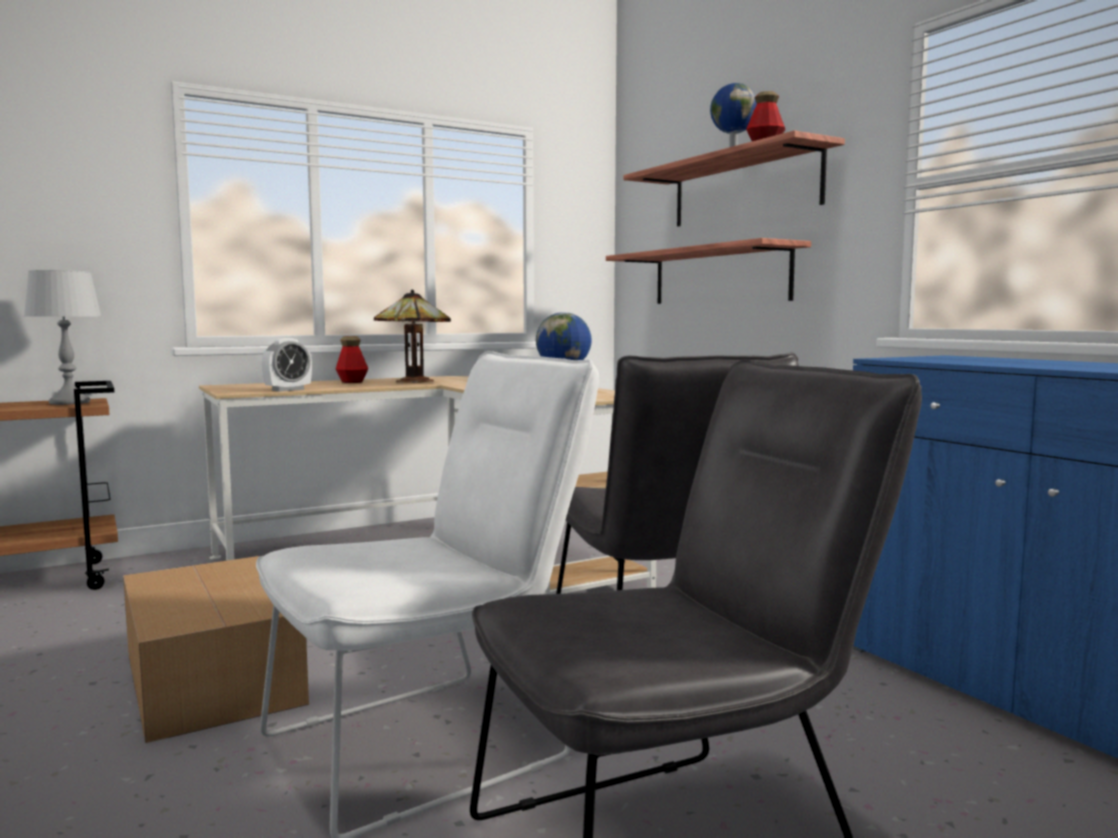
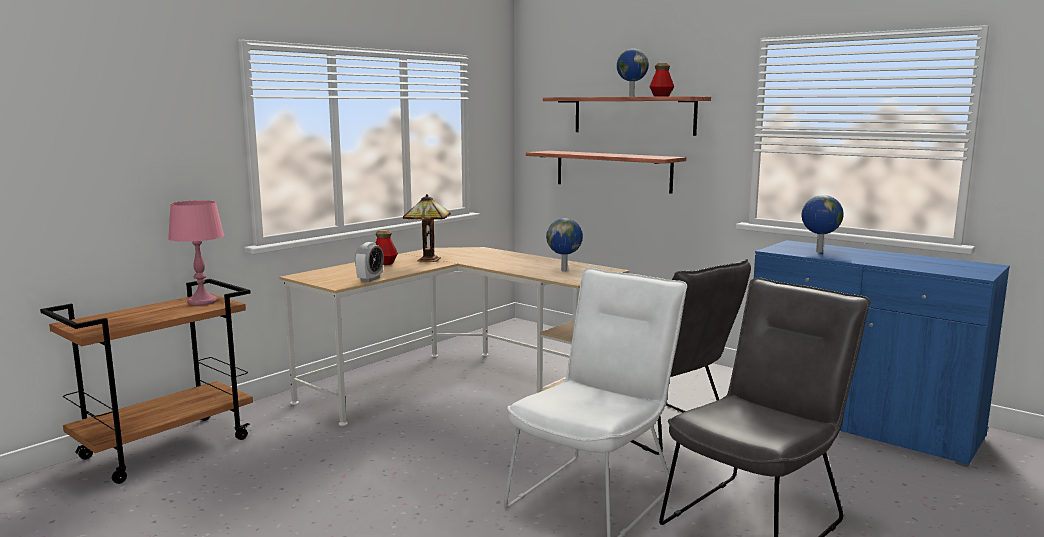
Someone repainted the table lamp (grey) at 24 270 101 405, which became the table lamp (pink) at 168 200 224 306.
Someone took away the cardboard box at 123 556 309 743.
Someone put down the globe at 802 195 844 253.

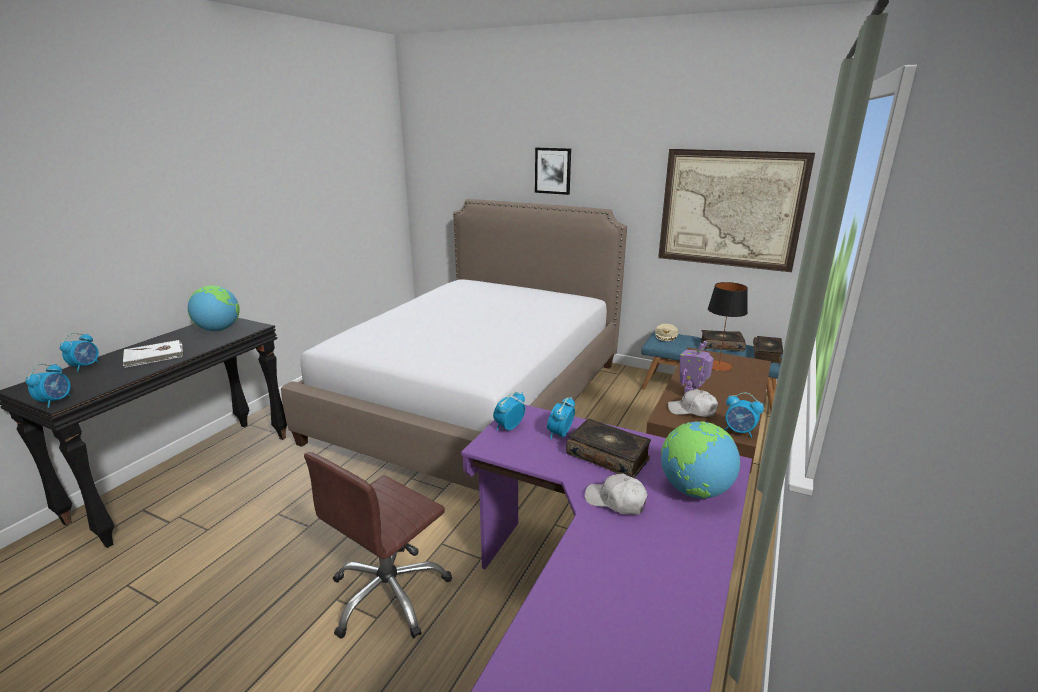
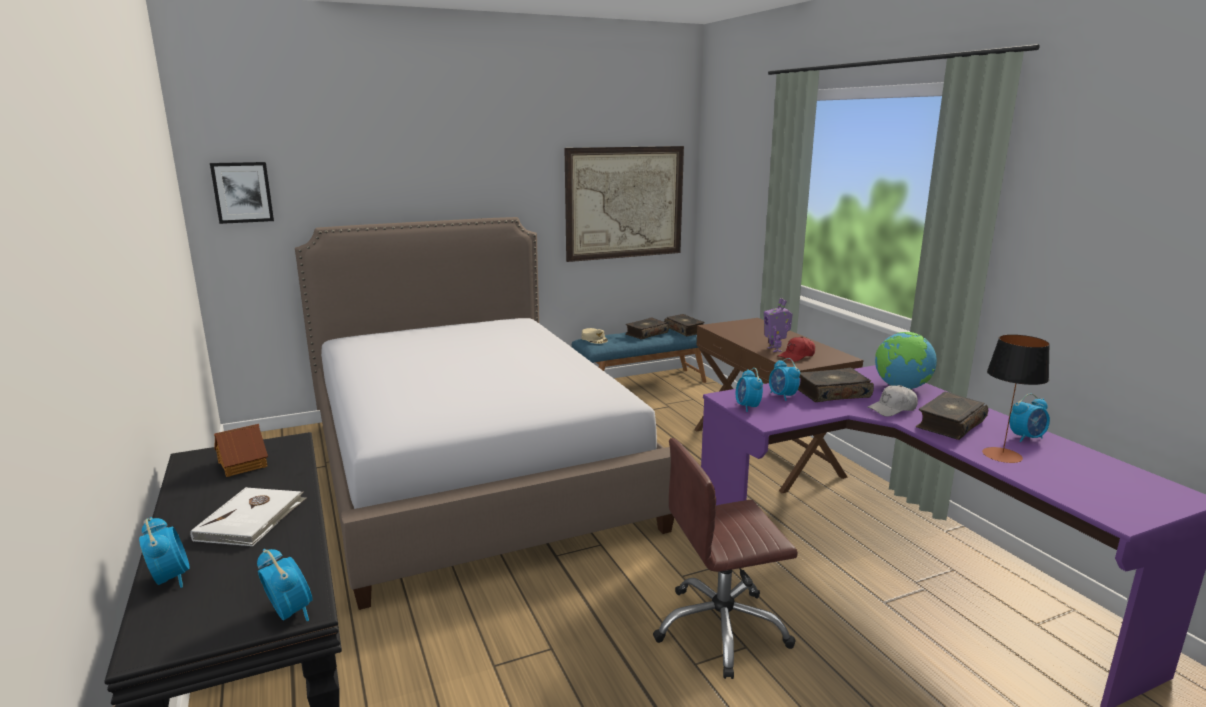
Someone swapped the globe at 188 286 240 331 for the toy house at 214 424 268 477.
Someone rotated the office chair (brown) at 304 452 452 639 by 90 degrees clockwise.
Someone carried the picture from 535 148 571 195 to 210 162 274 224.
Someone repainted the cap (white) at 668 389 718 417, which became the cap (red) at 777 337 815 362.
Someone carried the table lamp from 708 282 748 371 to 982 334 1050 463.
Someone carried the alarm clock from 724 393 764 438 to 1009 394 1050 442.
Someone put down the book at 916 392 988 440.

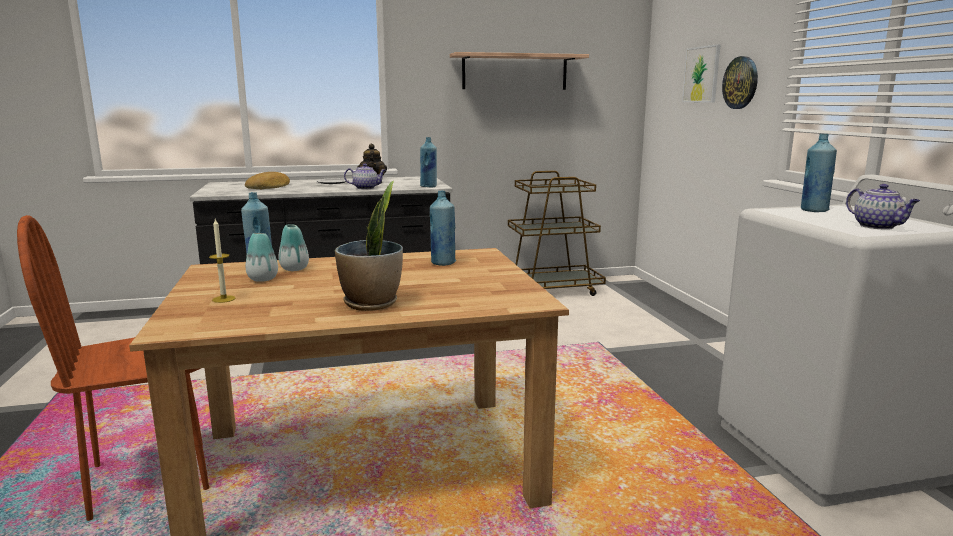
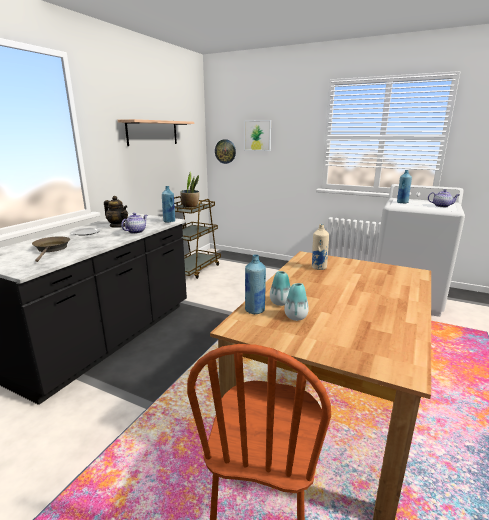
Someone took away the candle at 209 219 236 303.
Someone swapped the bread at 245 172 290 189 for the frying pan (brown) at 32 236 70 262.
Someone carried the potted plant from 335 181 403 311 to 180 172 200 209.
Someone repainted the bottle (blue) at 430 191 456 266, which became the bottle (beige) at 312 224 329 270.
Someone carried the wall clock from 722 56 758 109 to 215 139 236 164.

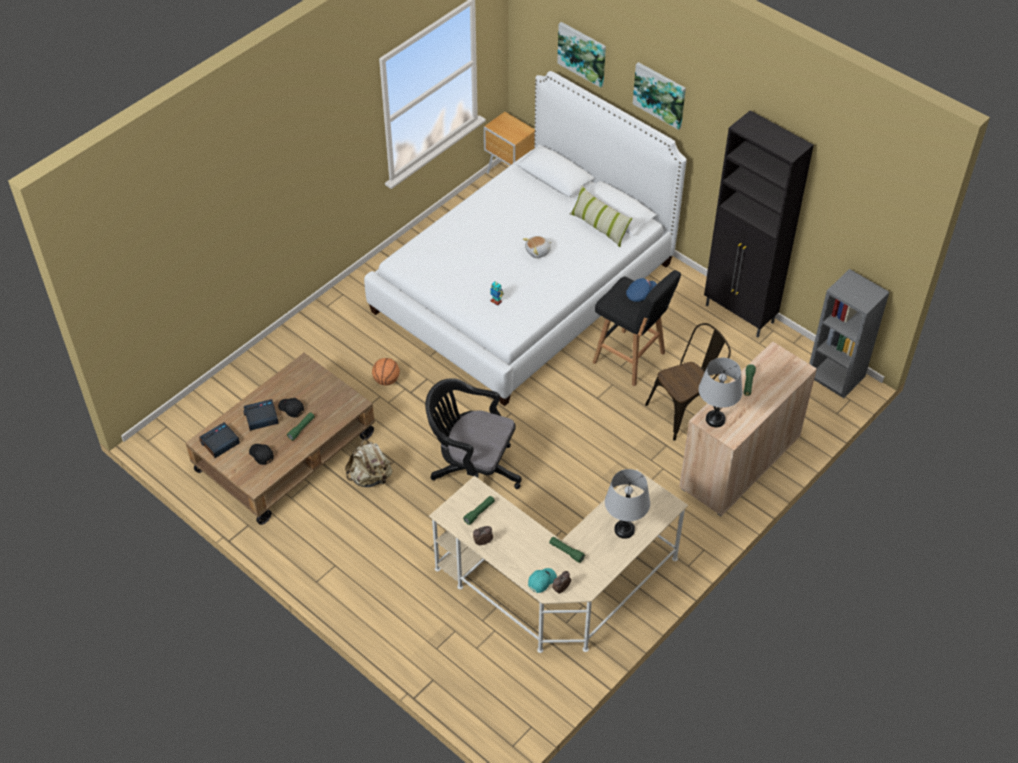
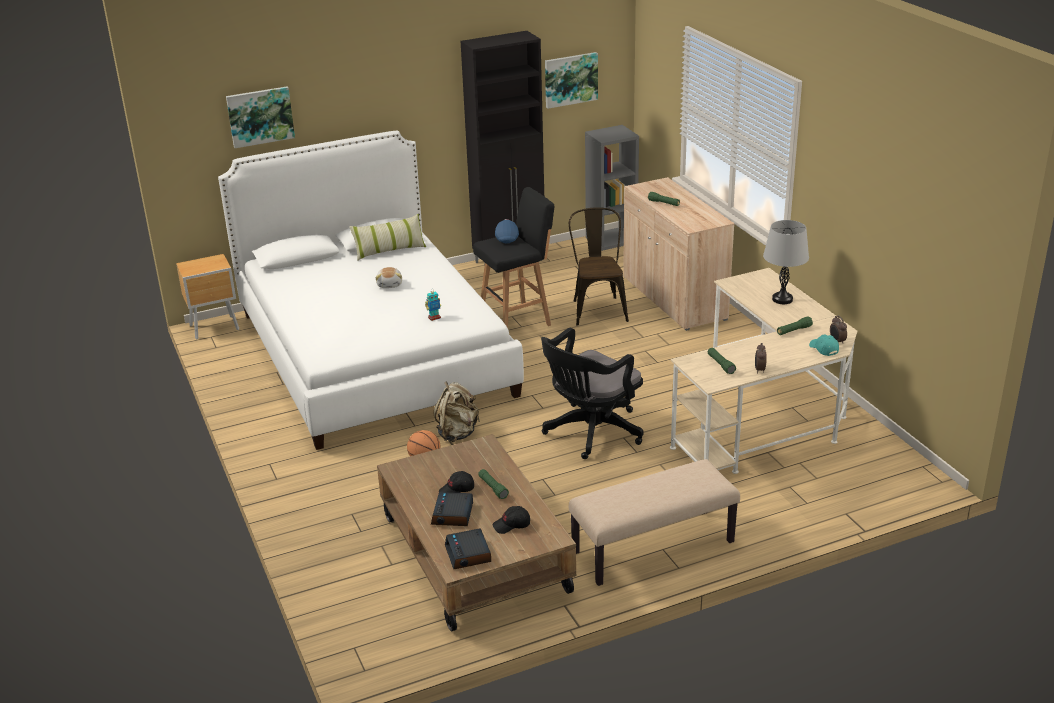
Someone carried the backpack (beige) from 345 438 393 487 to 433 381 480 442.
Someone carried the picture from 633 62 686 130 to 545 52 598 109.
Someone took away the table lamp (grey) at 699 358 742 427.
Someone put down the bench (beige) at 569 459 740 586.

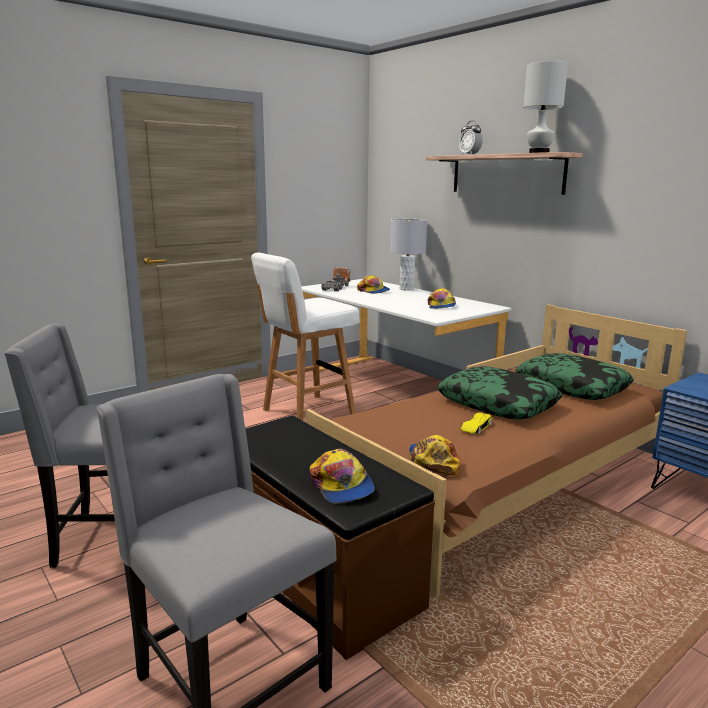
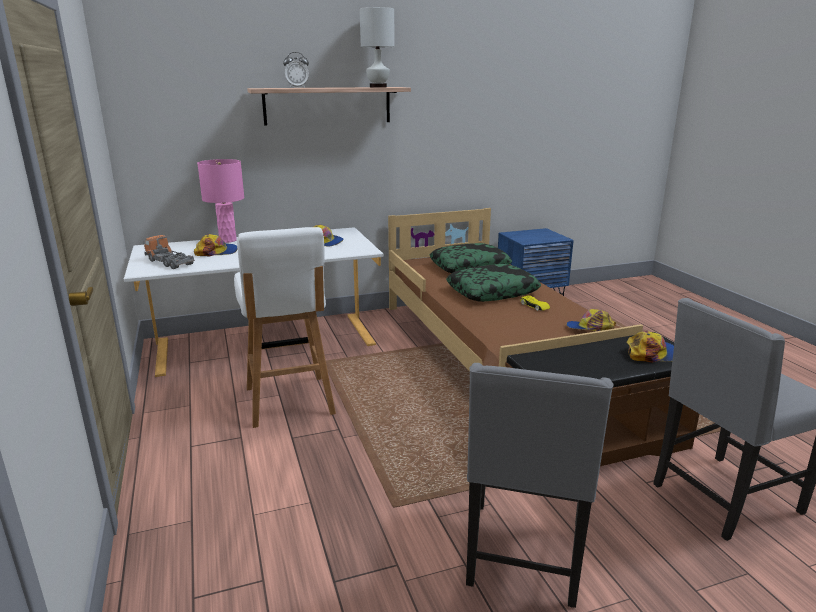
Someone repainted the table lamp (grey) at 390 219 427 291, which became the table lamp (pink) at 197 159 244 243.

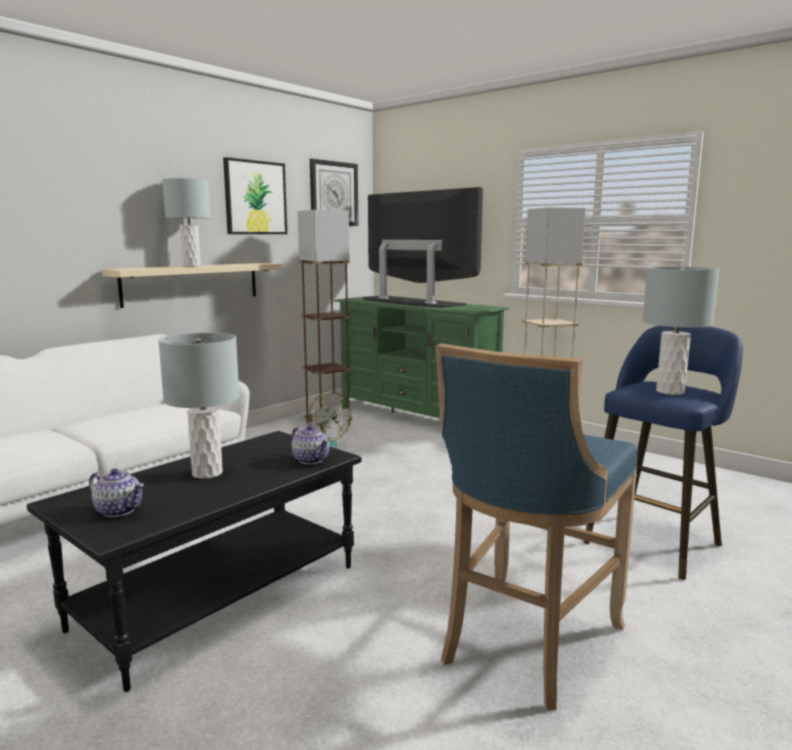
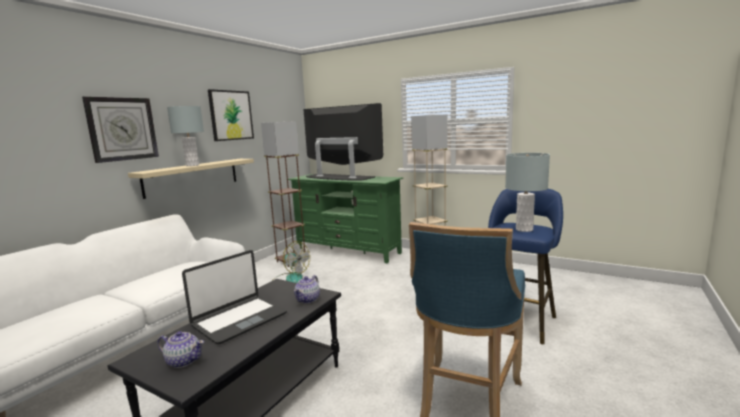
Someone swapped the table lamp (grey) at 158 333 240 479 for the laptop at 182 250 287 344.
Someone rotated the teapot at 292 425 329 464 by 75 degrees clockwise.
Someone carried the wall clock from 310 158 358 226 to 82 96 159 163.

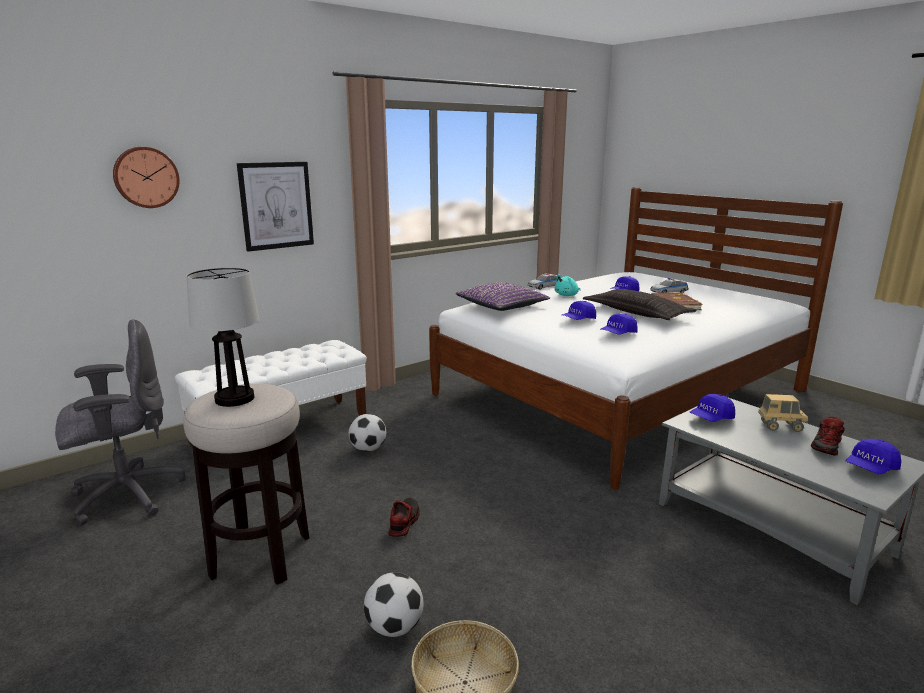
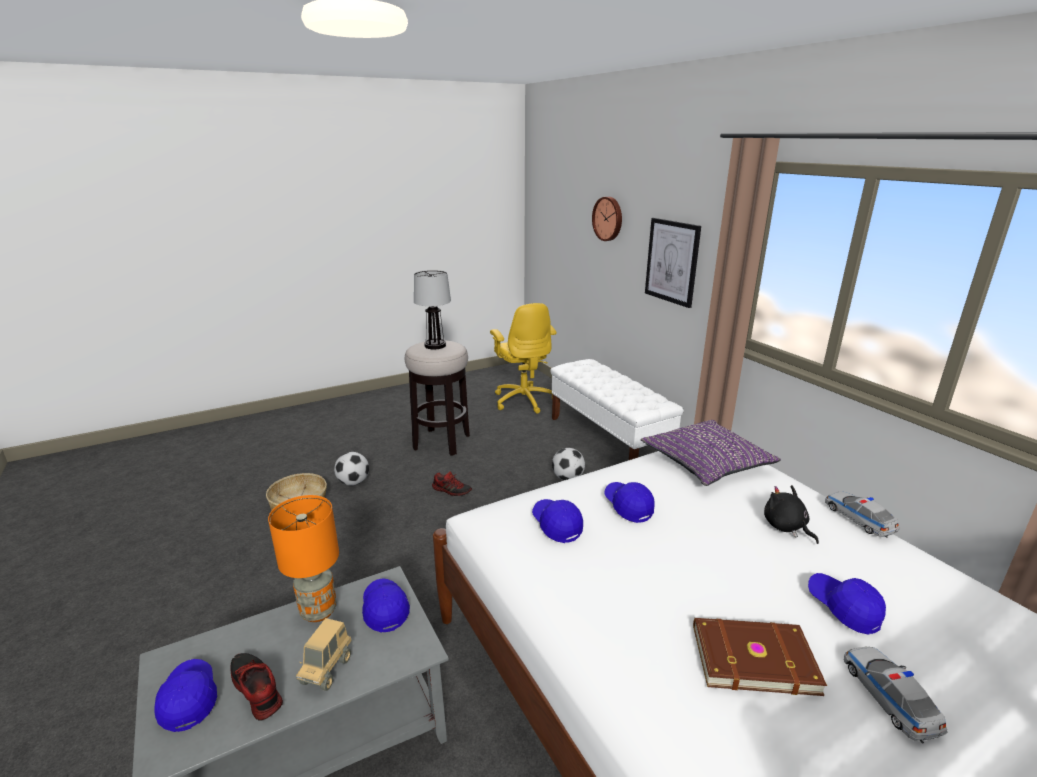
Someone repainted the office chair (grey) at 55 319 186 526, which became the office chair (yellow) at 490 303 557 414.
Someone repainted the plush toy (turquoise) at 555 274 580 296, which became the plush toy (black) at 764 485 819 544.
Someone took away the pillow at 583 289 697 320.
Someone put down the table lamp (orange) at 268 495 339 622.

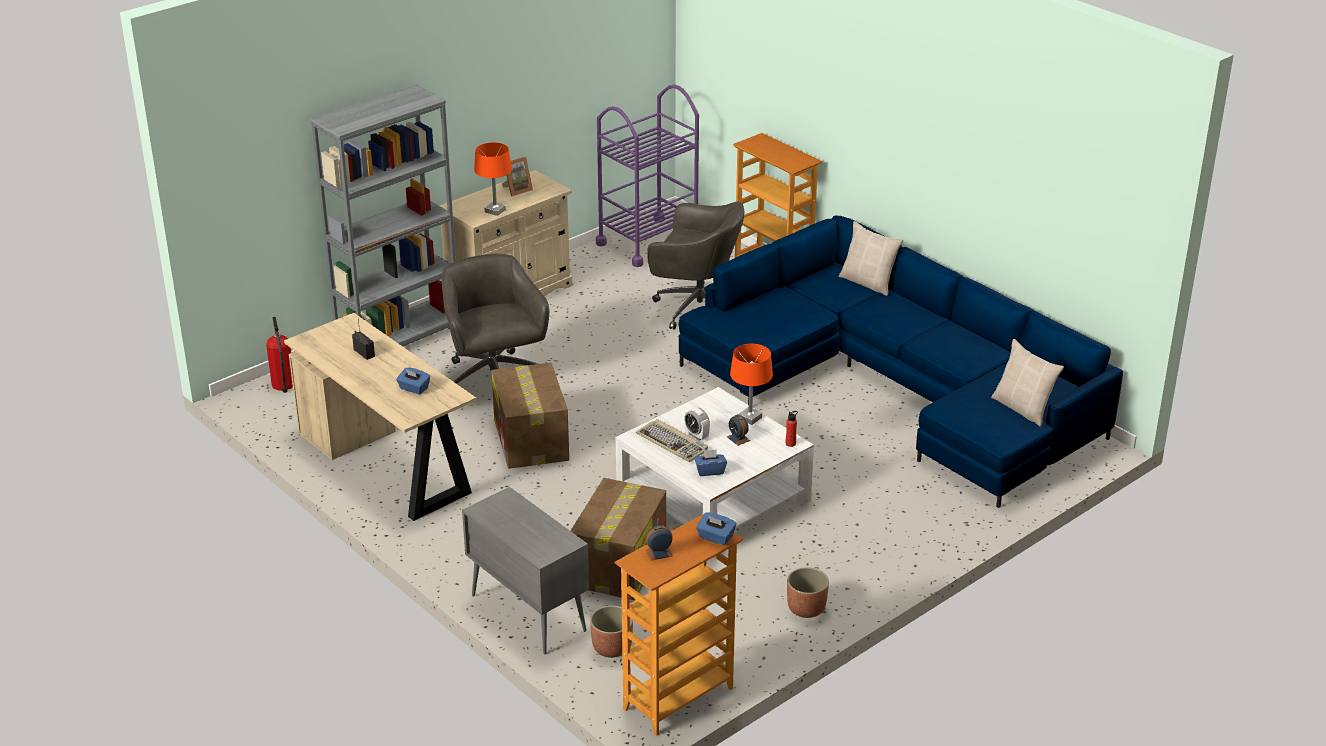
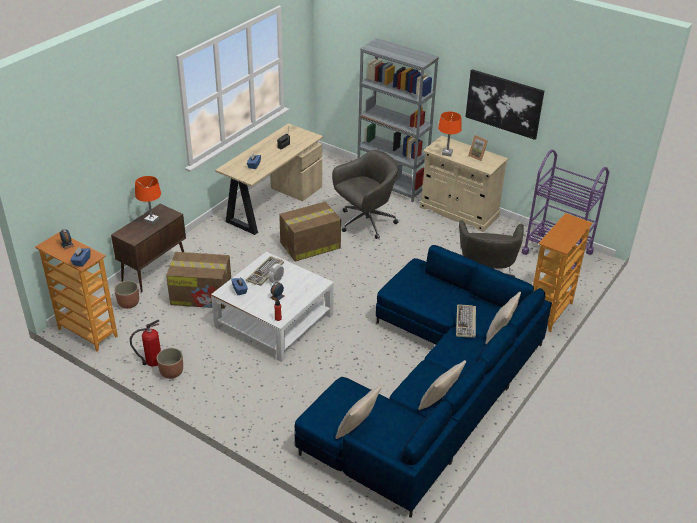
Someone carried the fire extinguisher from 266 317 293 393 to 130 320 161 367.
Someone repainted the cabinet (grey) at 462 487 589 654, which became the cabinet (brown) at 111 204 186 292.
Someone carried the table lamp (orange) from 730 344 773 425 to 135 176 161 224.
Someone put down the pillow (beige) at 418 360 466 410.
Someone put down the keyboard at 456 304 476 338.
Someone put up the picture at 465 69 544 140.

